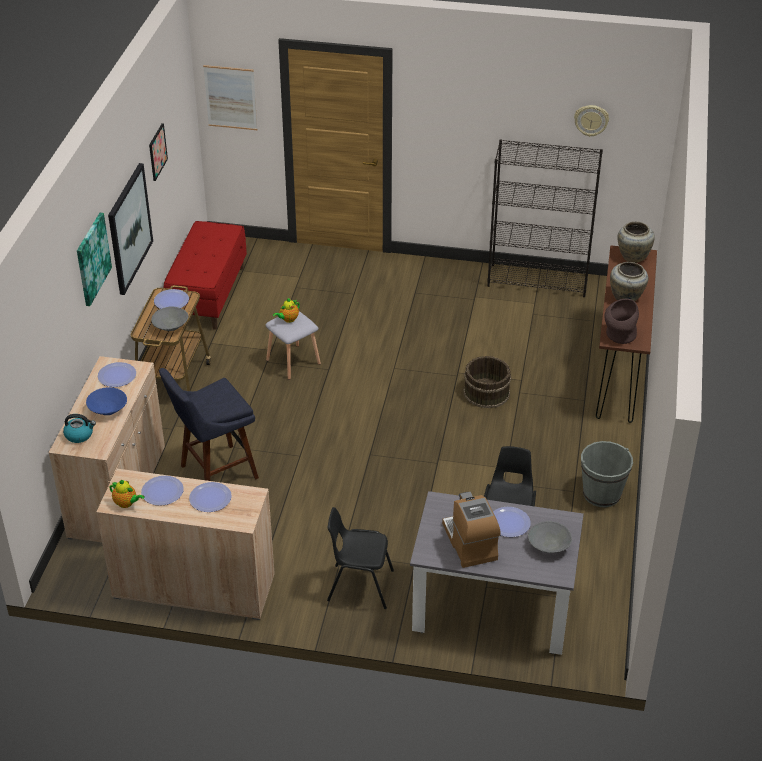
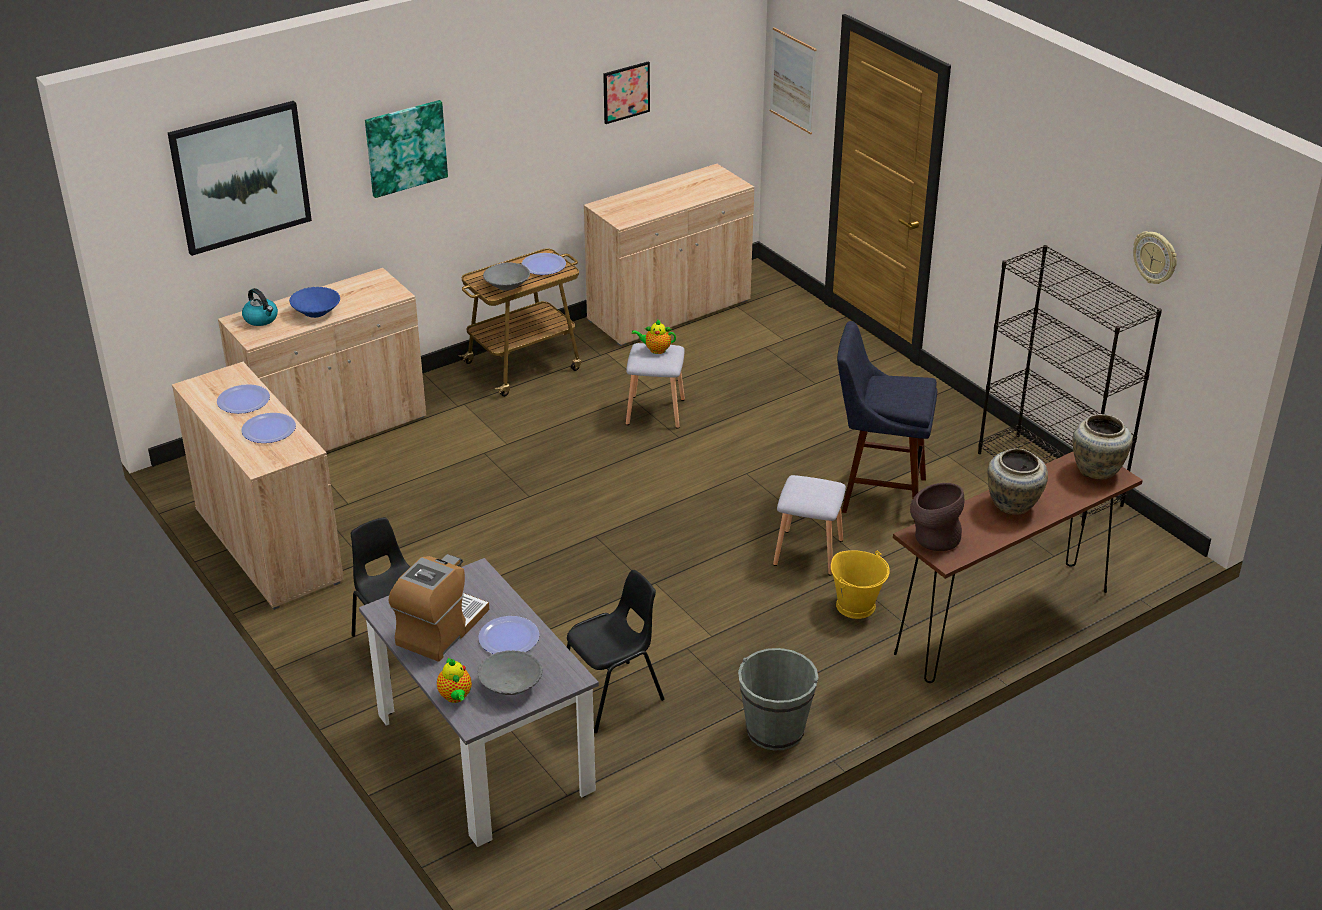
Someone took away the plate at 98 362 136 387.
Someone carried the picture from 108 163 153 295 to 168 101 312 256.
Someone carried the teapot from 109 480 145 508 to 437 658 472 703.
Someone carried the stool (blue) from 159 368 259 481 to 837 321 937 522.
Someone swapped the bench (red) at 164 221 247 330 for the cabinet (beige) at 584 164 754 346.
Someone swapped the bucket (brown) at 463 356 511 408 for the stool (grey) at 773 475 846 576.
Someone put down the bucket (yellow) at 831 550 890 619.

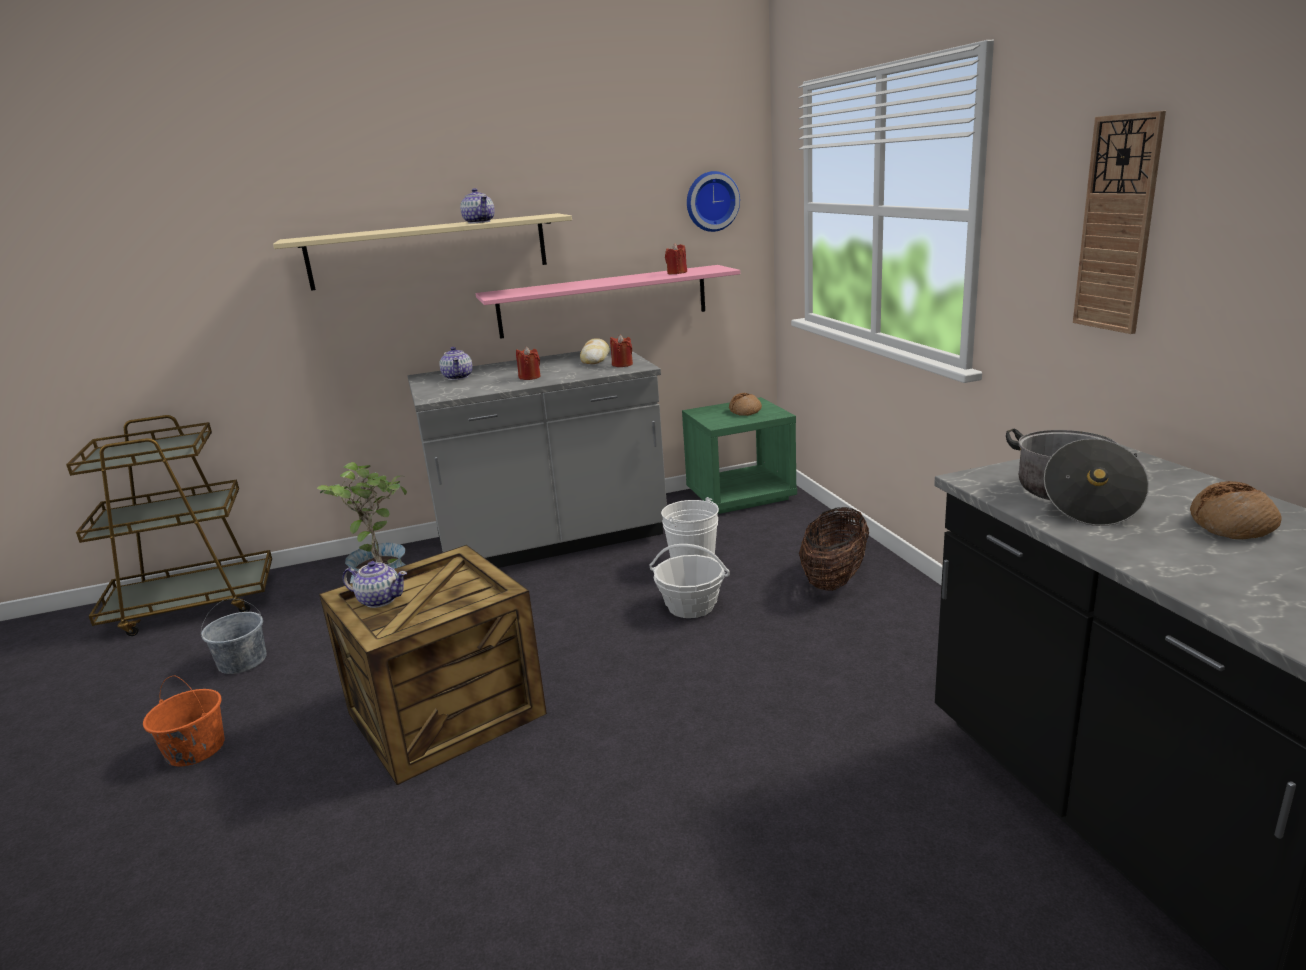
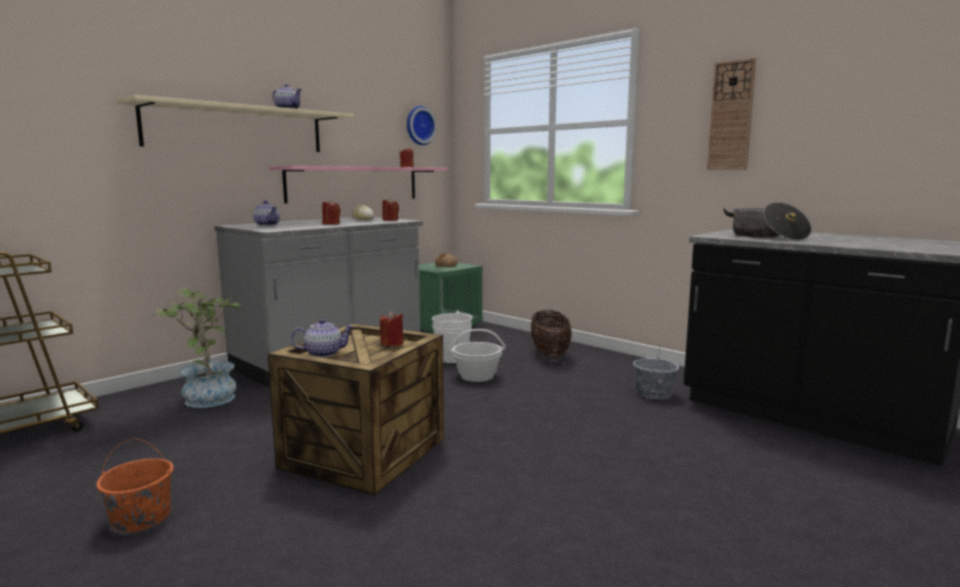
Someone carried the bucket (grey) from 201 599 267 674 to 633 342 679 399.
Someone took away the bread at 1190 481 1281 539.
Someone put down the candle (red) at 380 311 404 346.

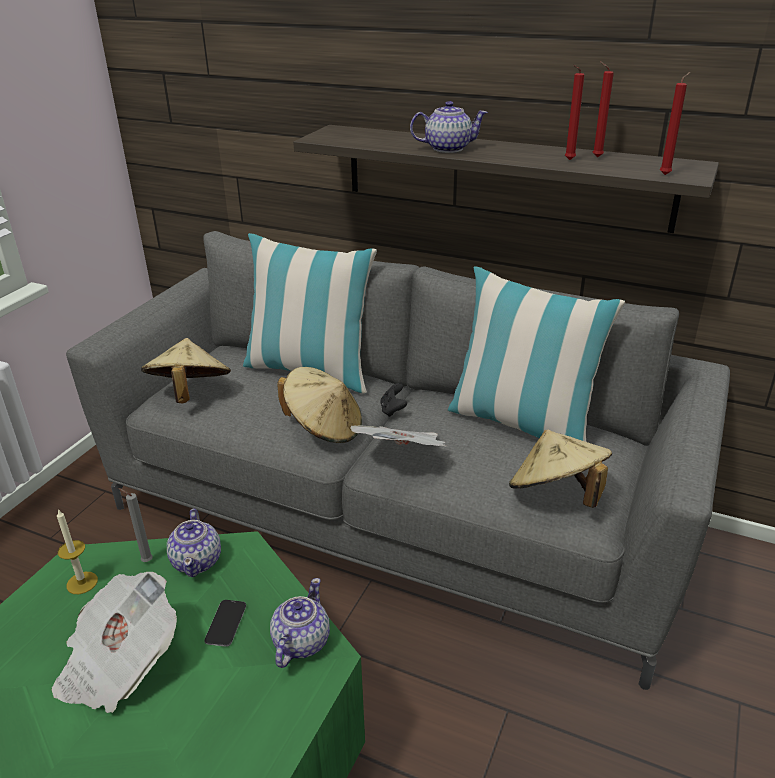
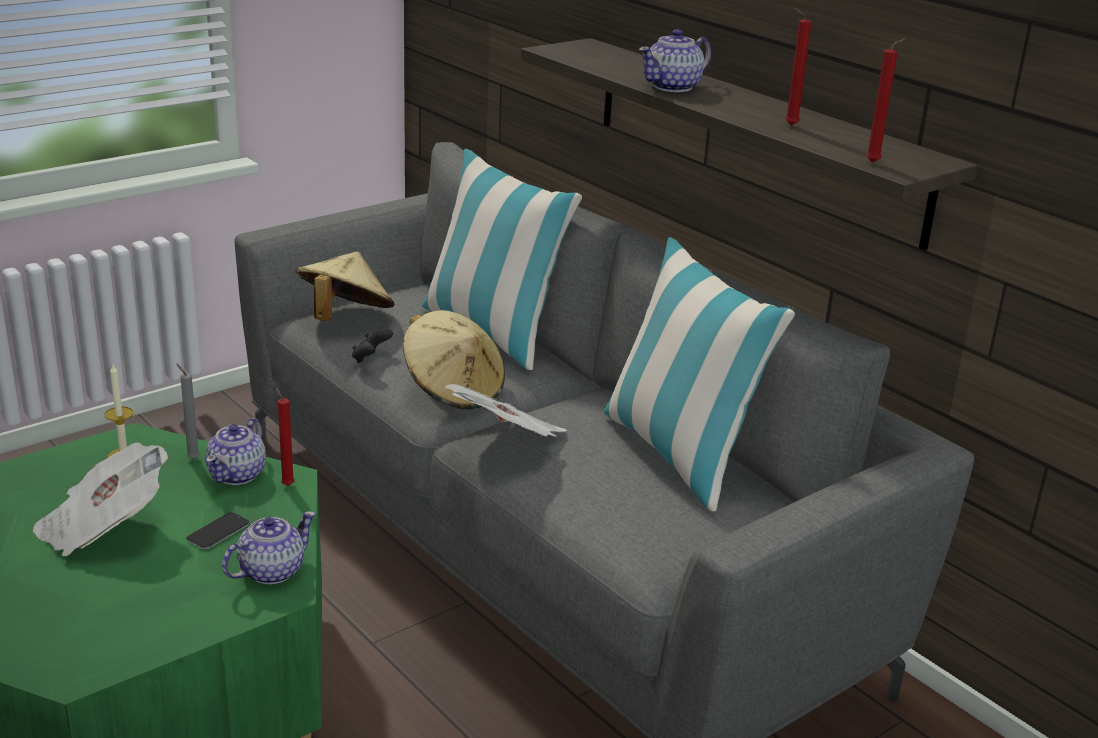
Someone carried the game controller (black) from 380 383 407 417 to 352 329 393 363.
Someone rotated the teapot at 410 101 488 153 by 120 degrees clockwise.
Someone took away the hat (beige) at 509 430 612 508.
Someone carried the candle (red) from 593 61 614 158 to 275 387 295 486.

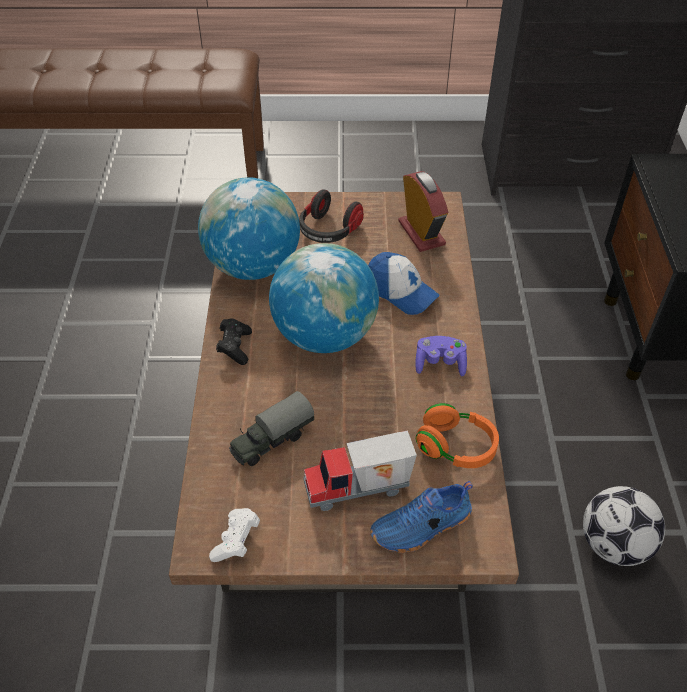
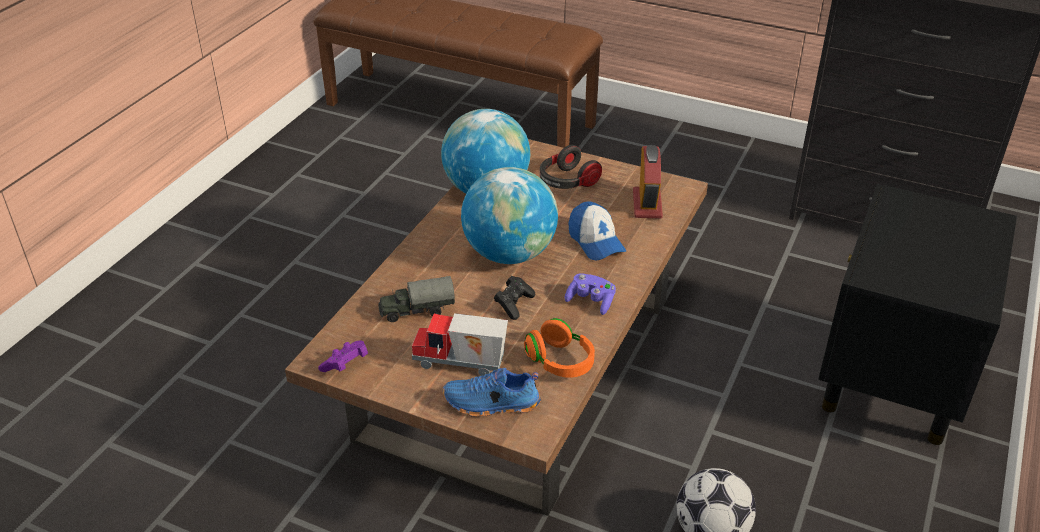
Someone repainted the game controller (white) at 209 508 260 562, which became the game controller (purple) at 318 340 368 372.
Someone carried the game controller (black) from 216 318 252 365 to 494 276 535 320.

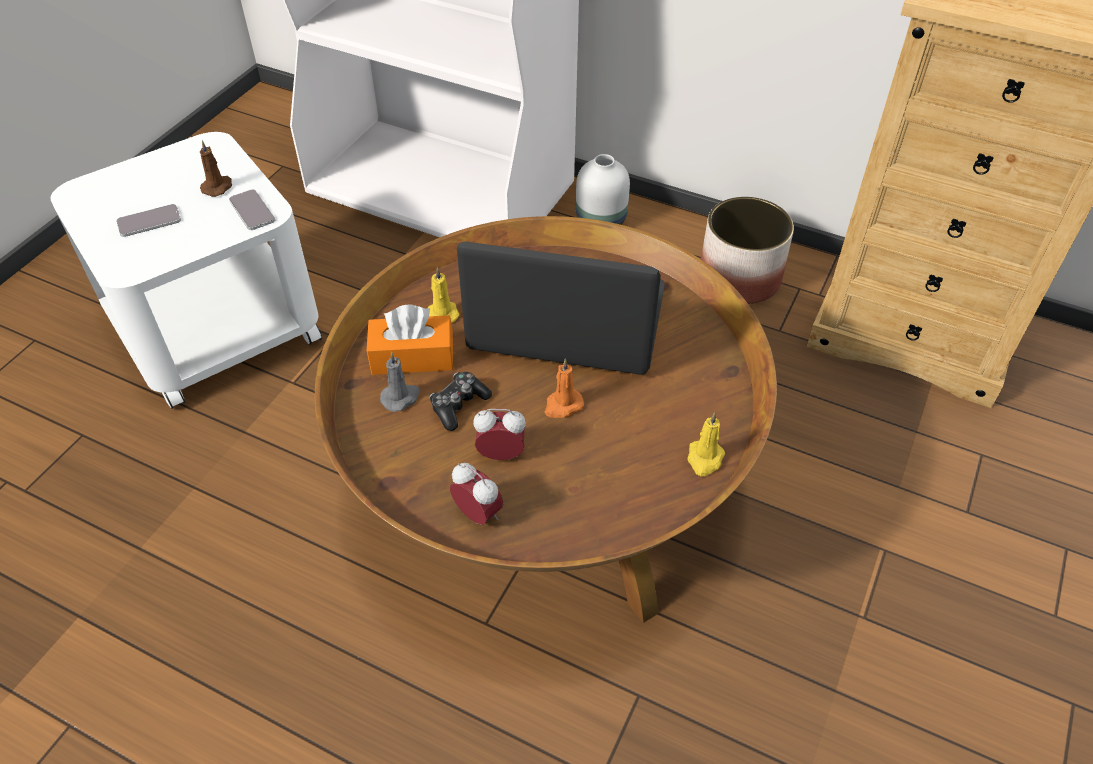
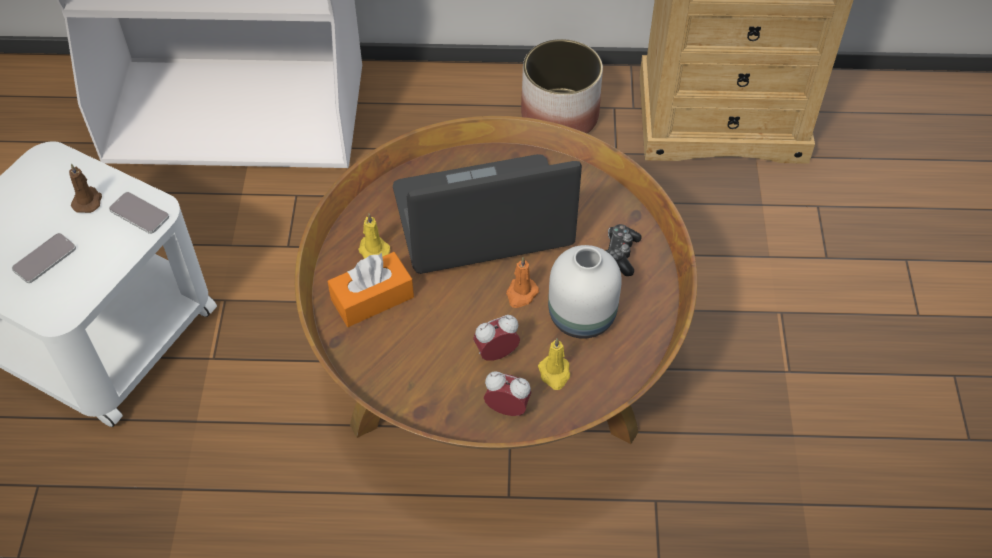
Someone took away the candle (grey) at 380 352 420 411.
Someone carried the game controller from 429 372 492 431 to 605 224 642 276.
Someone carried the vase (white) from 576 154 630 225 to 548 245 622 339.
Someone carried the candle (yellow) from 688 412 725 476 to 538 338 570 390.

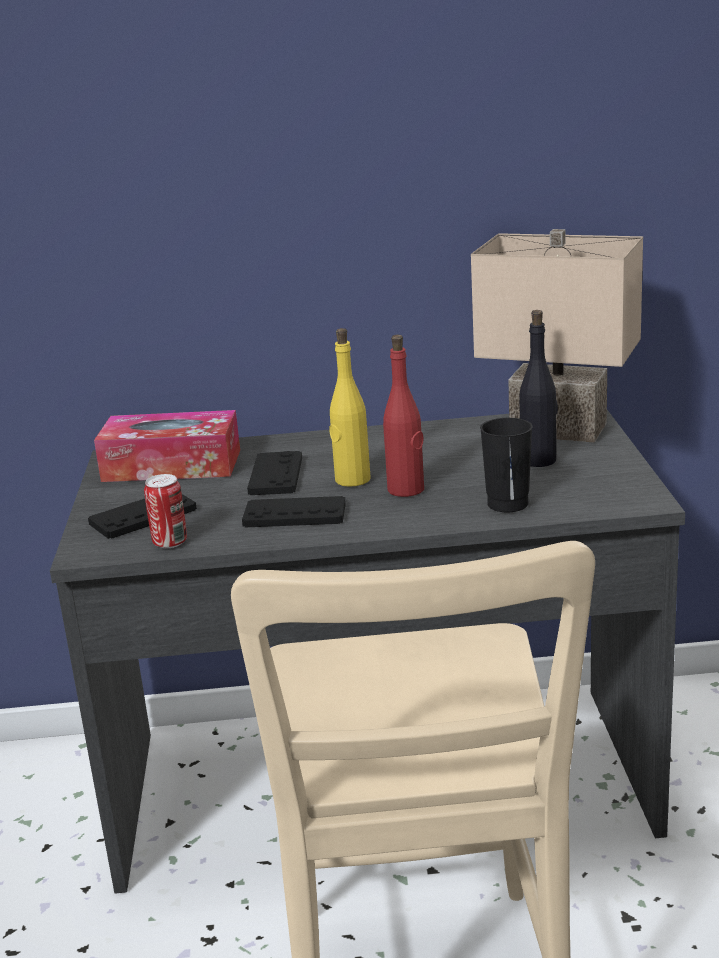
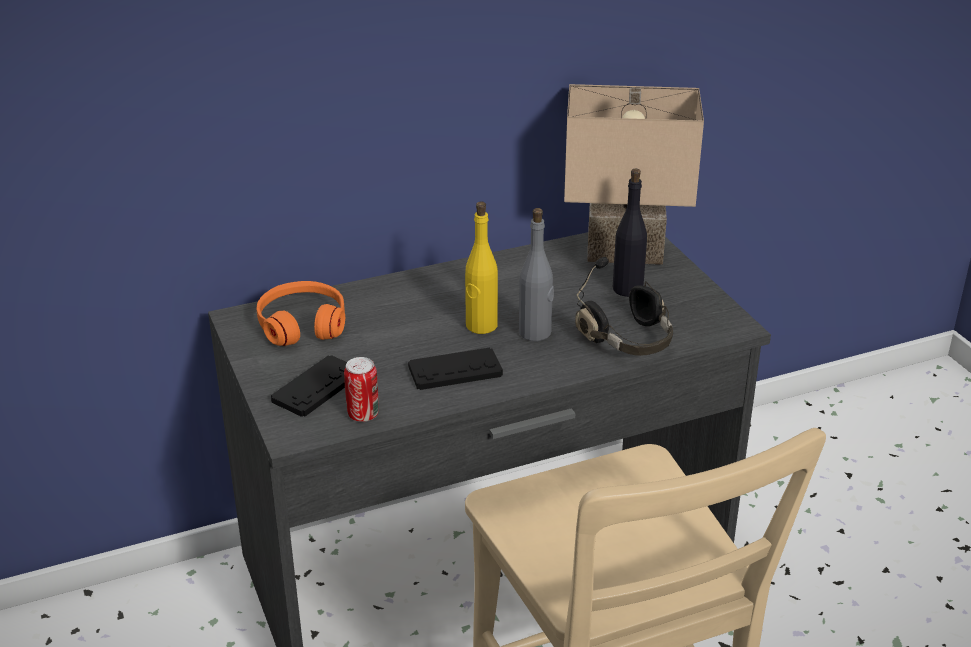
Someone swapped the tissue box at 94 410 240 482 for the headphones (orange) at 256 281 345 346.
Someone took away the game controller (black) at 247 451 302 495.
Someone repainted the bottle (red) at 383 335 424 497, which became the bottle (grey) at 519 208 554 341.
Someone swapped the cup (black) at 480 418 533 512 for the headphones (black) at 575 257 673 356.

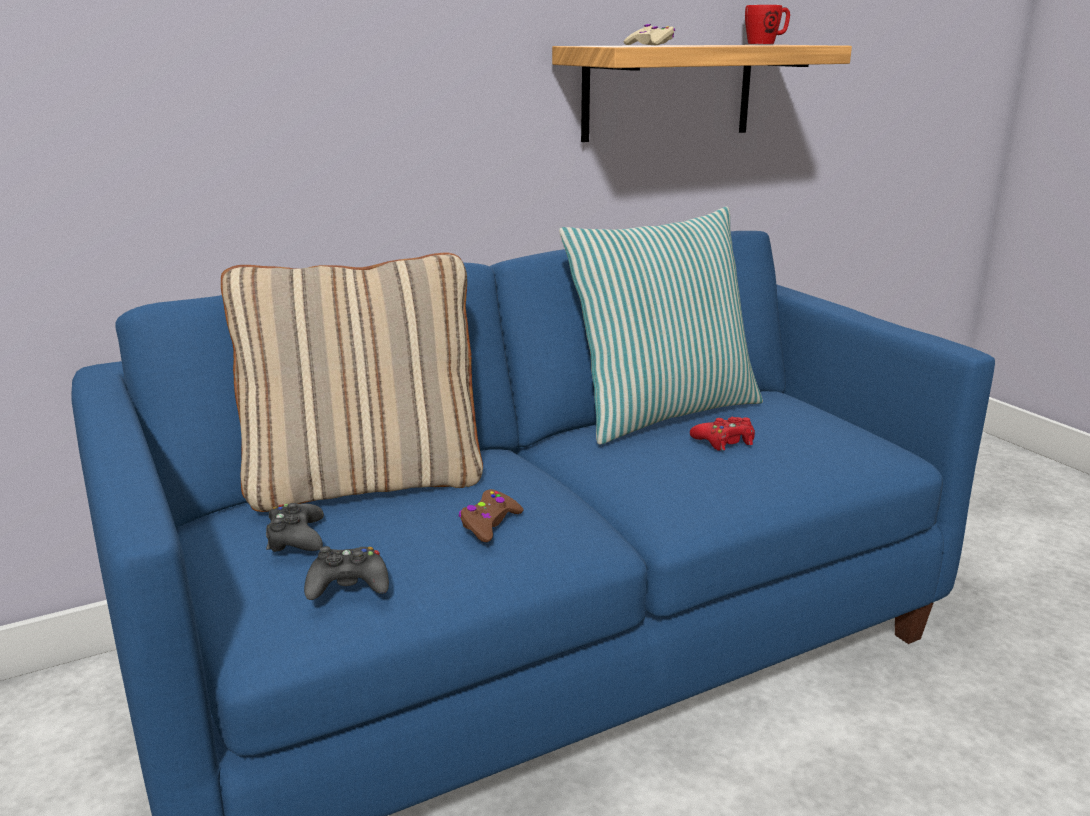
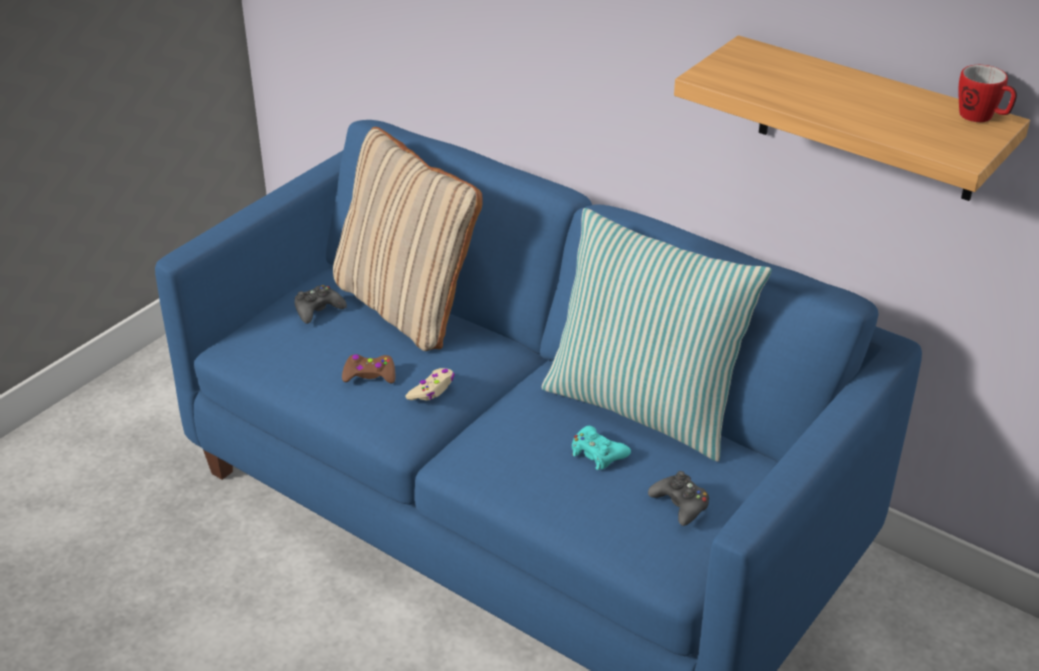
Someone carried the game controller (black) from 304 546 389 600 to 648 471 709 526.
Someone carried the game controller (beige) from 624 24 675 45 to 405 368 455 400.
Someone repainted the game controller (red) at 690 417 755 451, which became the game controller (turquoise) at 572 426 631 470.

